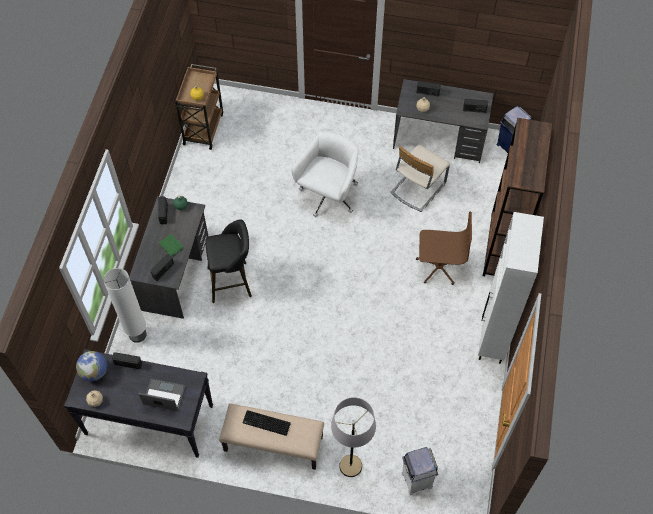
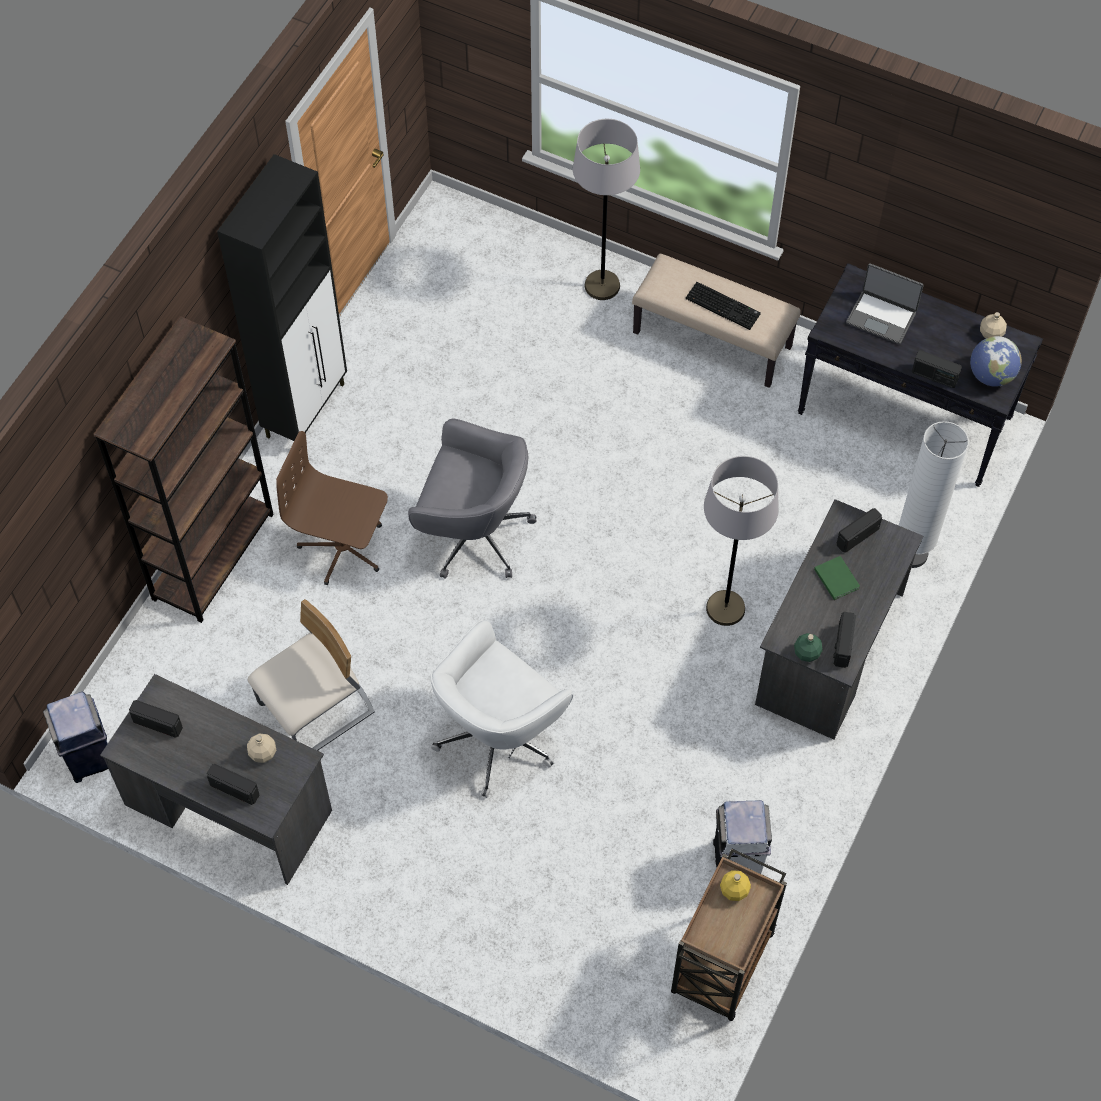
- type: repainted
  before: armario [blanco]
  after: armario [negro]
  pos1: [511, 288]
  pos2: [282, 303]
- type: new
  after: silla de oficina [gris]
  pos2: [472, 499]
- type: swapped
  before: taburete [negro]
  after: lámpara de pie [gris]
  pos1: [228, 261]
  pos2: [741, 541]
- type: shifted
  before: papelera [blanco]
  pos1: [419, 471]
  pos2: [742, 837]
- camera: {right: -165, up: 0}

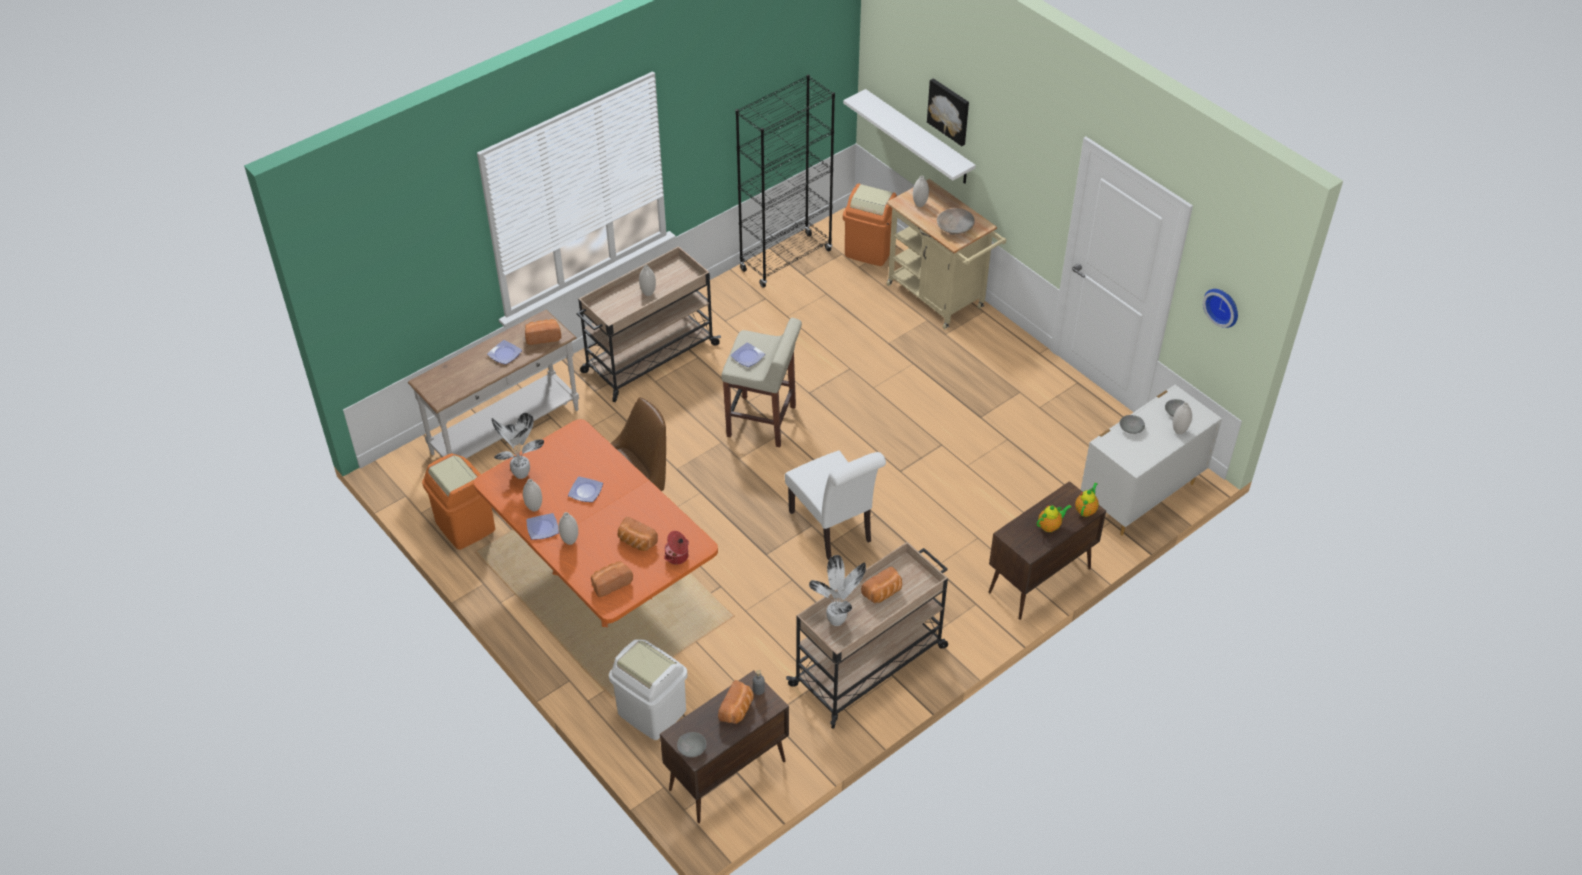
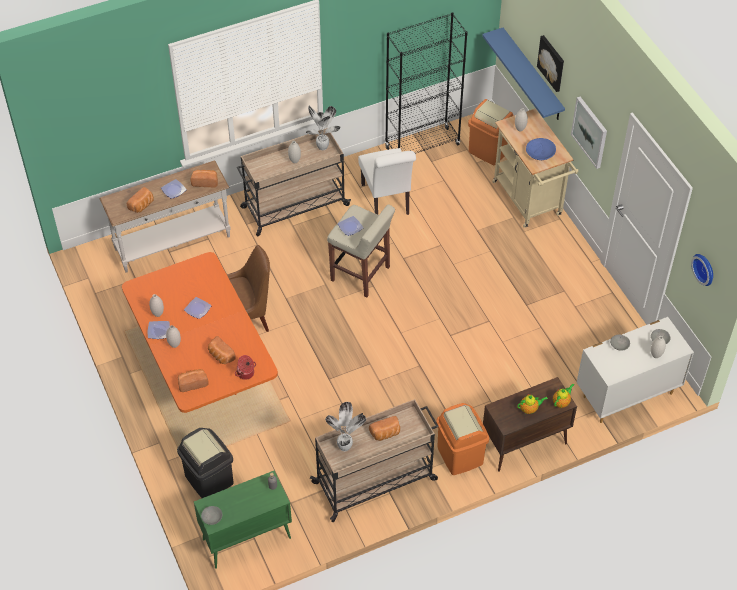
- type: shifted
  before: pan
  pos1: [736, 702]
  pos2: [140, 200]
- type: repainted
  before: papelera [blanco]
  after: papelera [negro]
  pos1: [648, 689]
  pos2: [205, 463]
- type: repainted
  before: armario [marrón]
  after: armario [verde]
  pos1: [724, 746]
  pos2: [243, 519]
- type: shifted
  before: planta en maceta
  pos1: [517, 446]
  pos2: [323, 128]
- type: shifted
  before: silla [blanco]
  pos1: [835, 505]
  pos2: [387, 181]
- type: shifted
  before: papelera [naranja]
  pos1: [458, 502]
  pos2: [462, 439]
- type: repainted
  before: estante [blanco]
  after: estante [azul]
  pos1: [909, 136]
  pos2: [523, 74]
- type: repainted
  before: cuenco [beis]
  after: cuenco [azul]
  pos1: [956, 221]
  pos2: [541, 149]
- type: new
  after: cuadro
  pos2: [589, 133]
- camera: {right: 15, up: 5}

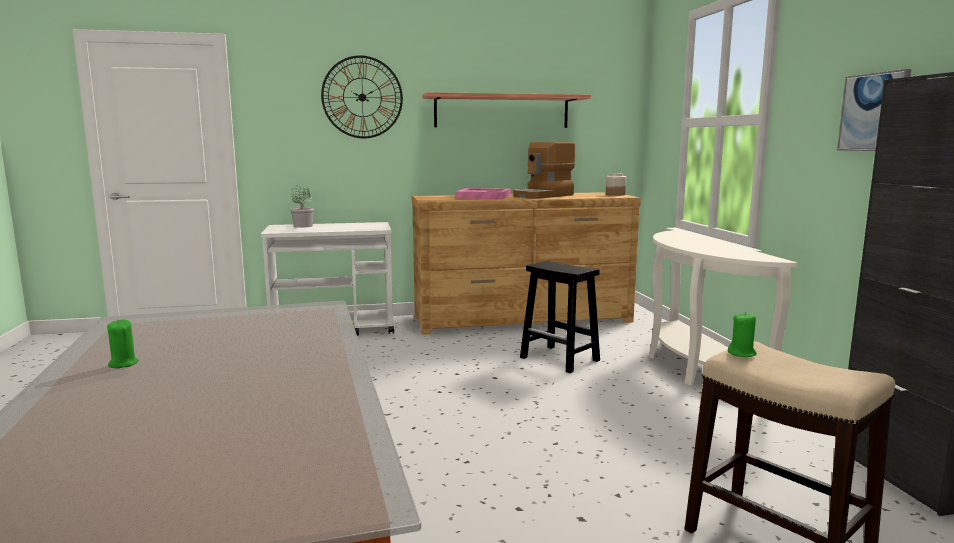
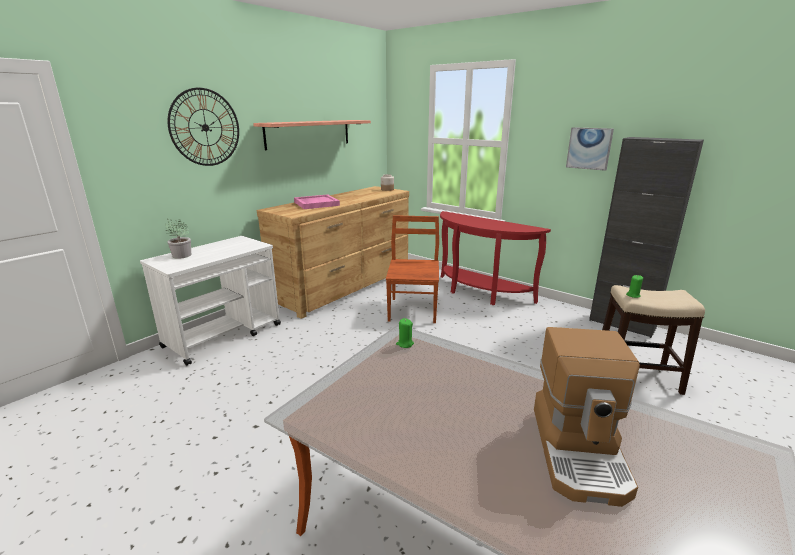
- type: swapped
  before: taburete [negro]
  after: silla [marrón]
  pos1: [560, 317]
  pos2: [412, 269]
- type: shifted
  before: vela [verde]
  pos1: [122, 343]
  pos2: [405, 333]
- type: repainted
  before: mesa consola [blanco]
  after: mesa consola [rojo]
  pos1: [723, 308]
  pos2: [495, 258]
- type: shifted
  before: cafetera
  pos1: [544, 170]
  pos2: [587, 417]
- camera: {right: -40, up: 10}

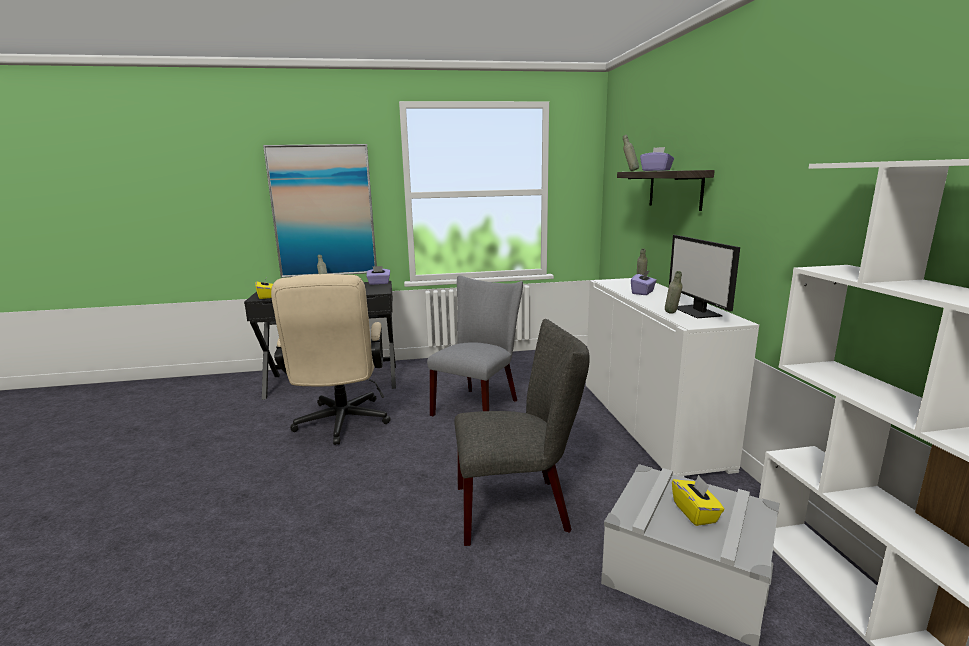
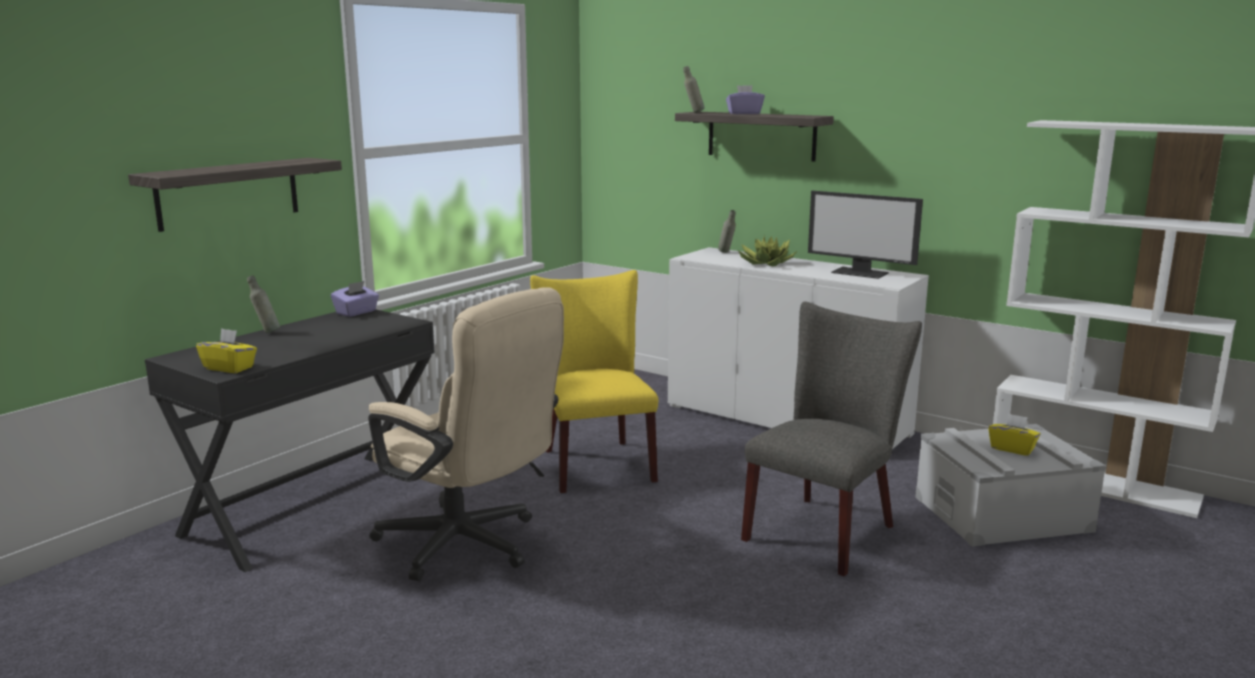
- type: swapped
  before: cuadro
  after: estante
  pos1: [320, 211]
  pos2: [235, 195]
- type: repainted
  before: silla [gris]
  after: silla [amarillo]
  pos1: [475, 345]
  pos2: [594, 381]
- type: swapped
  before: caja de pañuelos [morado]
  after: planta en maceta
  pos1: [644, 282]
  pos2: [767, 250]
- type: gone
  before: botella [gris]
  pos1: [674, 292]
- camera: {right: -45, up: 0}

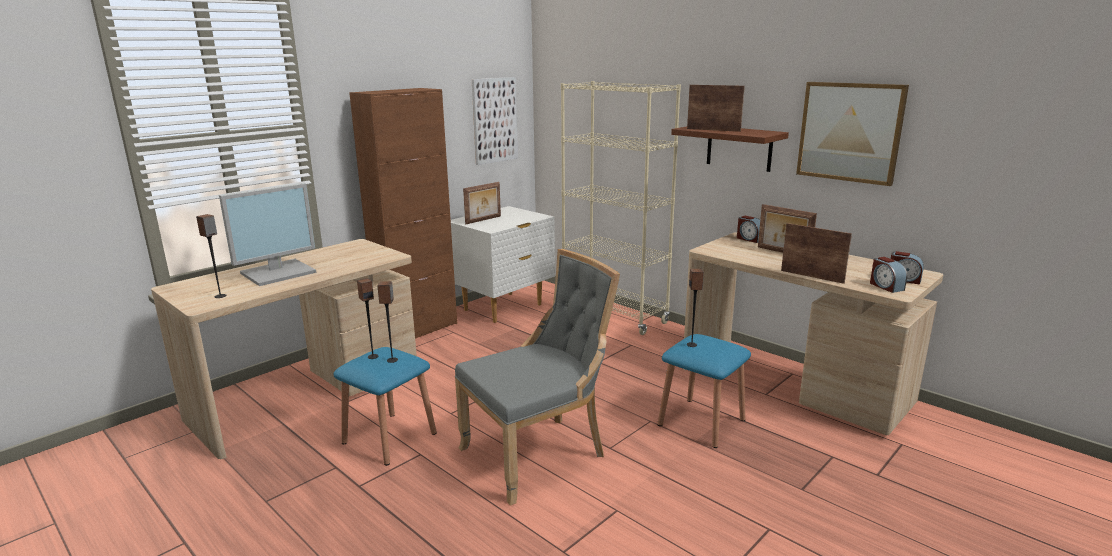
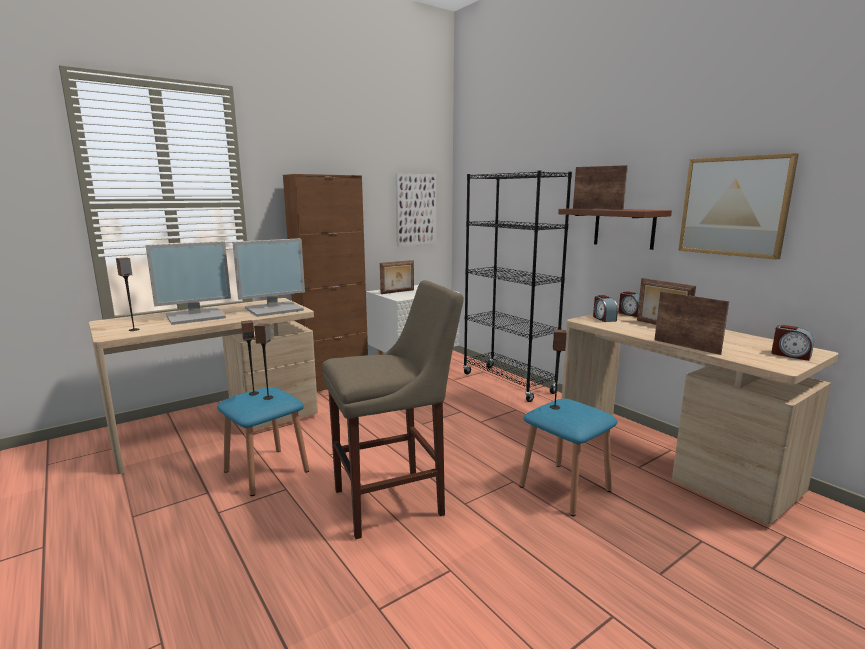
- type: new
  after: monitor
  pos2: [268, 277]
- type: swapped
  before: silla [gris]
  after: taburete [beis]
  pos1: [537, 377]
  pos2: [393, 409]
- type: repainted
  before: estantería [beis]
  after: estantería [negro]
  pos1: [621, 208]
  pos2: [517, 286]
- type: shifted
  before: despertador
  pos1: [888, 275]
  pos2: [605, 308]
- camera: {right: 10, up: -5}

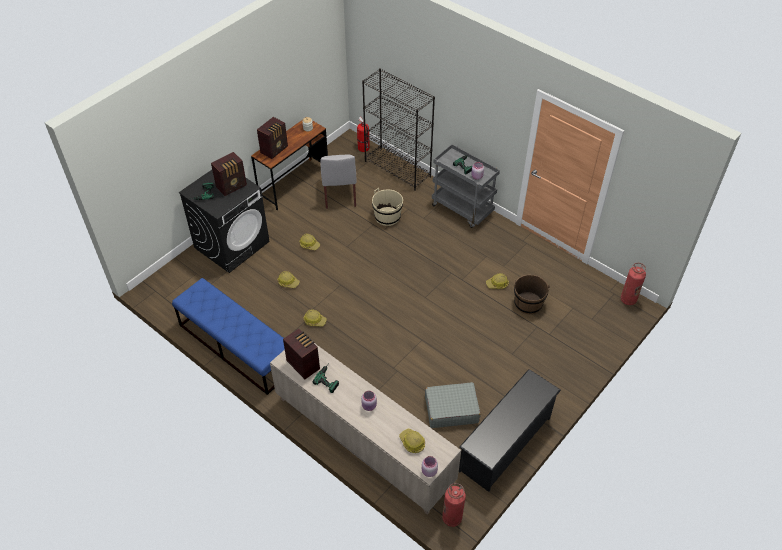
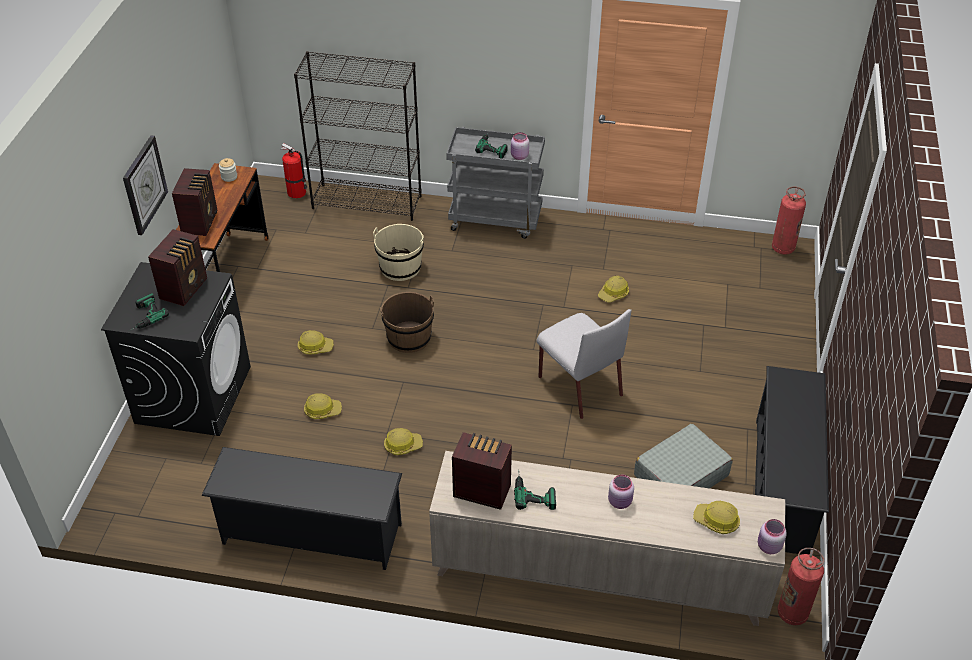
- type: new
  after: reloj de pared
  pos2: [145, 185]
- type: swapped
  before: banco [azul]
  after: zapatero [negro]
  pos1: [228, 336]
  pos2: [302, 508]
- type: shifted
  before: cubo [marrón]
  pos1: [532, 294]
  pos2: [407, 322]
- type: shifted
  before: silla [gris]
  pos1: [338, 182]
  pos2: [584, 364]
- camera: {right: -30, up: -5}

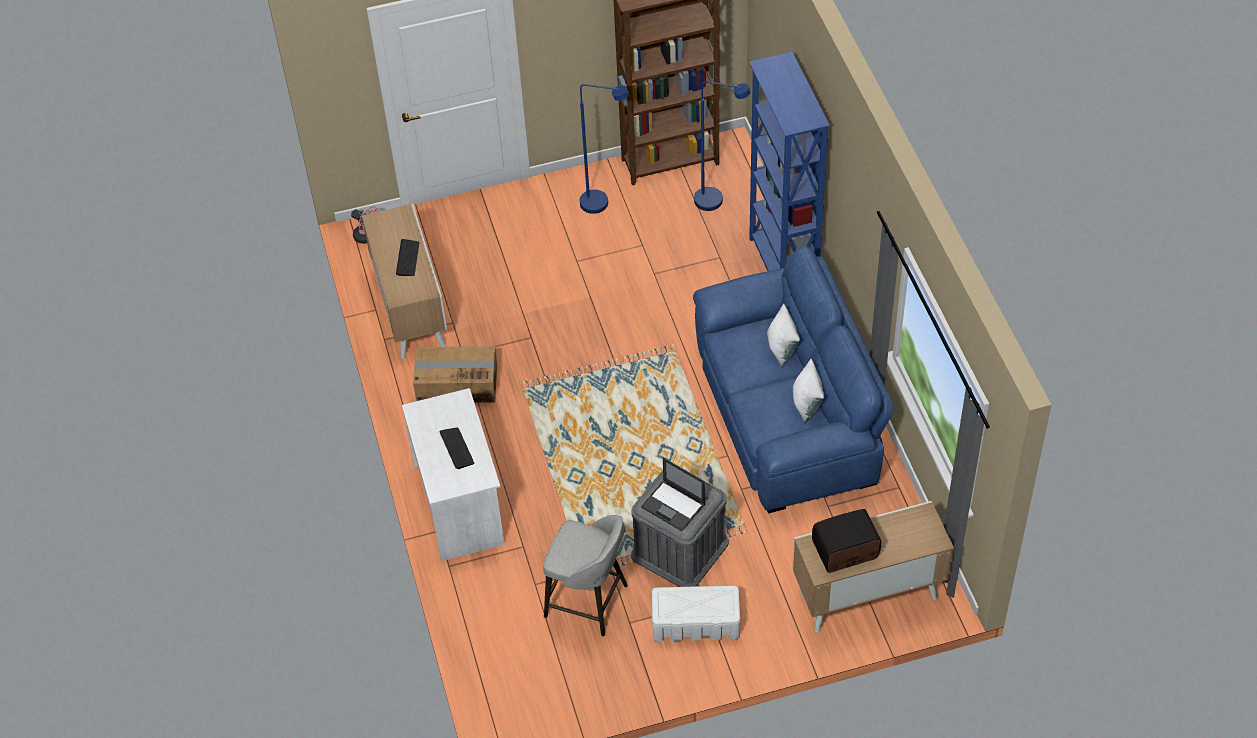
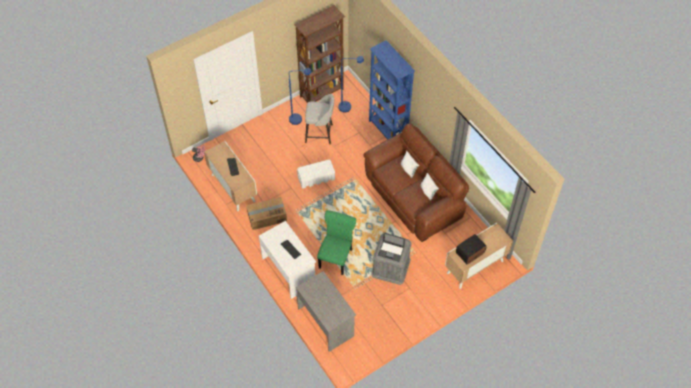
- type: new
  after: escritorio [gris]
  pos2: [326, 311]
- type: shifted
  before: caja de almacenaje [blanco]
  pos1: [696, 613]
  pos2: [316, 174]
- type: shifted
  before: taburete [gris]
  pos1: [585, 575]
  pos2: [319, 119]
- type: new
  after: silla [verde]
  pos2: [336, 242]
- type: repainted
  before: sofá [azul]
  after: sofá [marrón]
  pos1: [793, 380]
  pos2: [416, 183]
- camera: {right: -20, up: 5}

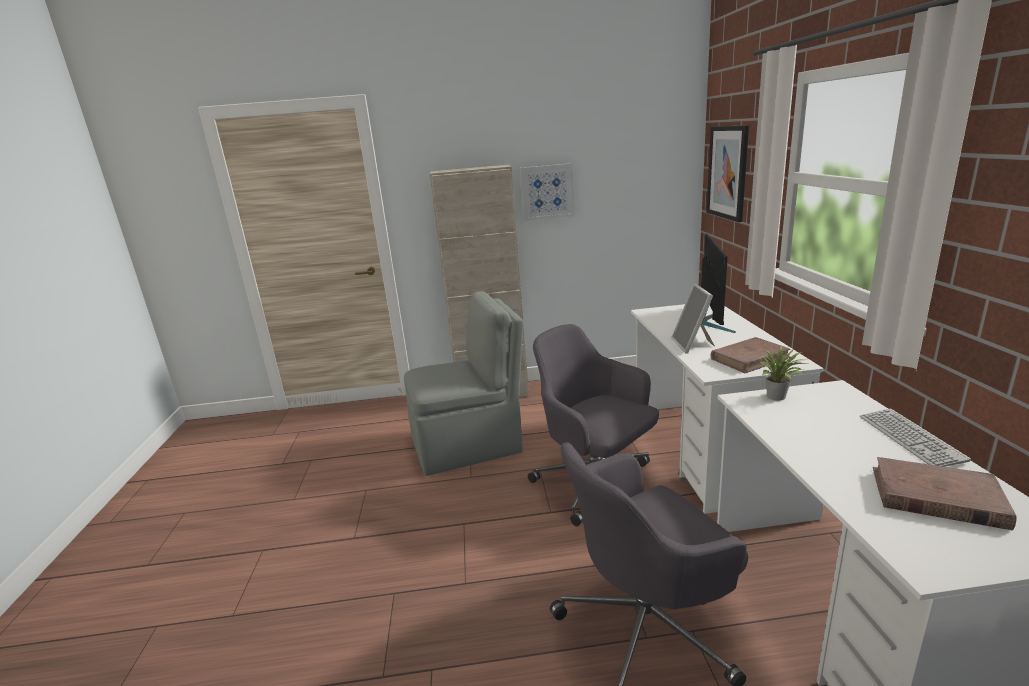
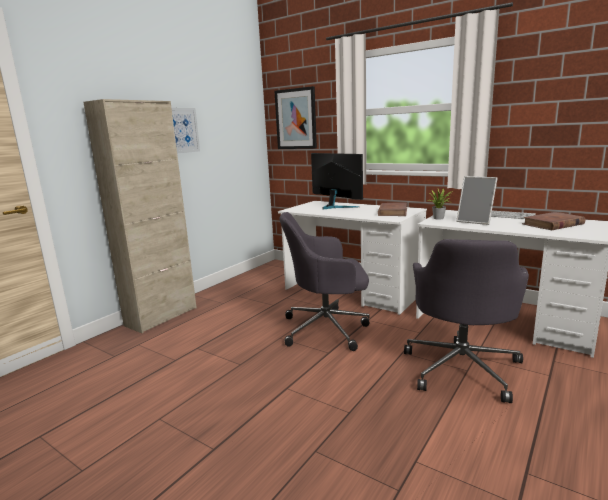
- type: shifted
  before: portarretratos
  pos1: [693, 319]
  pos2: [477, 200]
- type: gone
  before: silla [gris]
  pos1: [464, 383]
- camera: {right: -50, up: -5}

